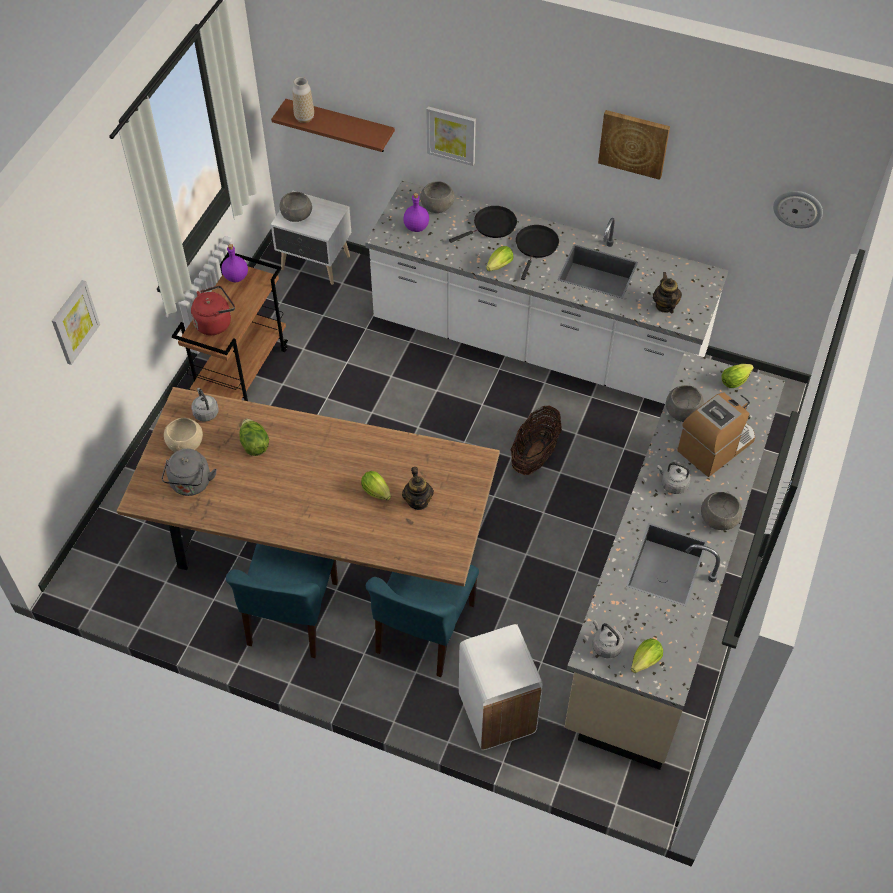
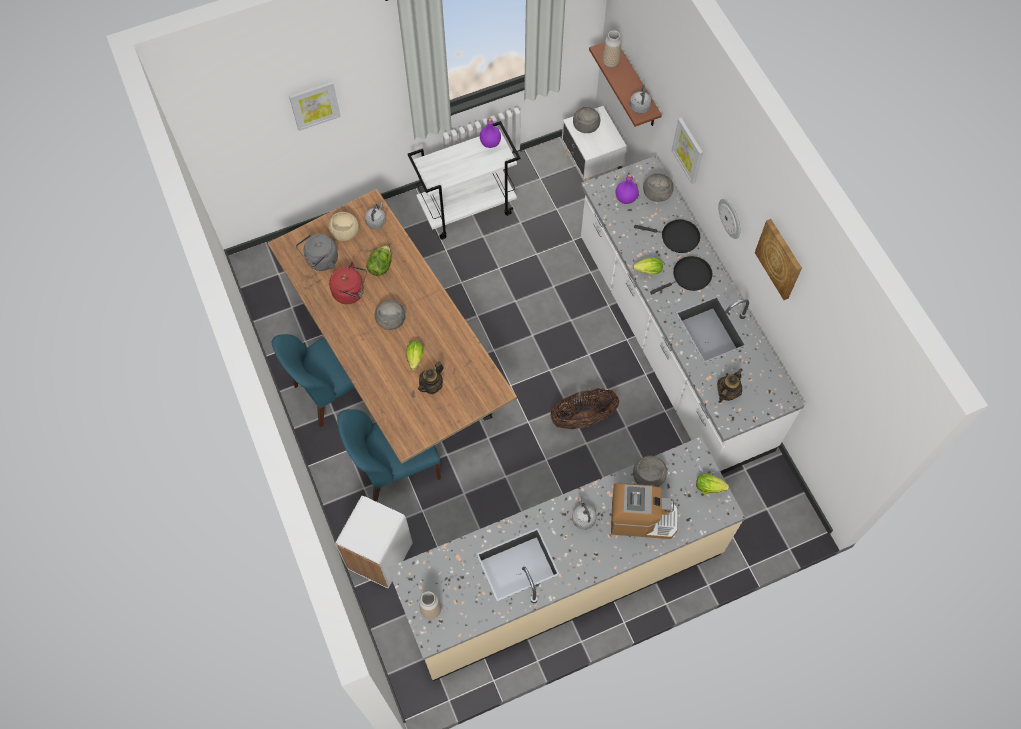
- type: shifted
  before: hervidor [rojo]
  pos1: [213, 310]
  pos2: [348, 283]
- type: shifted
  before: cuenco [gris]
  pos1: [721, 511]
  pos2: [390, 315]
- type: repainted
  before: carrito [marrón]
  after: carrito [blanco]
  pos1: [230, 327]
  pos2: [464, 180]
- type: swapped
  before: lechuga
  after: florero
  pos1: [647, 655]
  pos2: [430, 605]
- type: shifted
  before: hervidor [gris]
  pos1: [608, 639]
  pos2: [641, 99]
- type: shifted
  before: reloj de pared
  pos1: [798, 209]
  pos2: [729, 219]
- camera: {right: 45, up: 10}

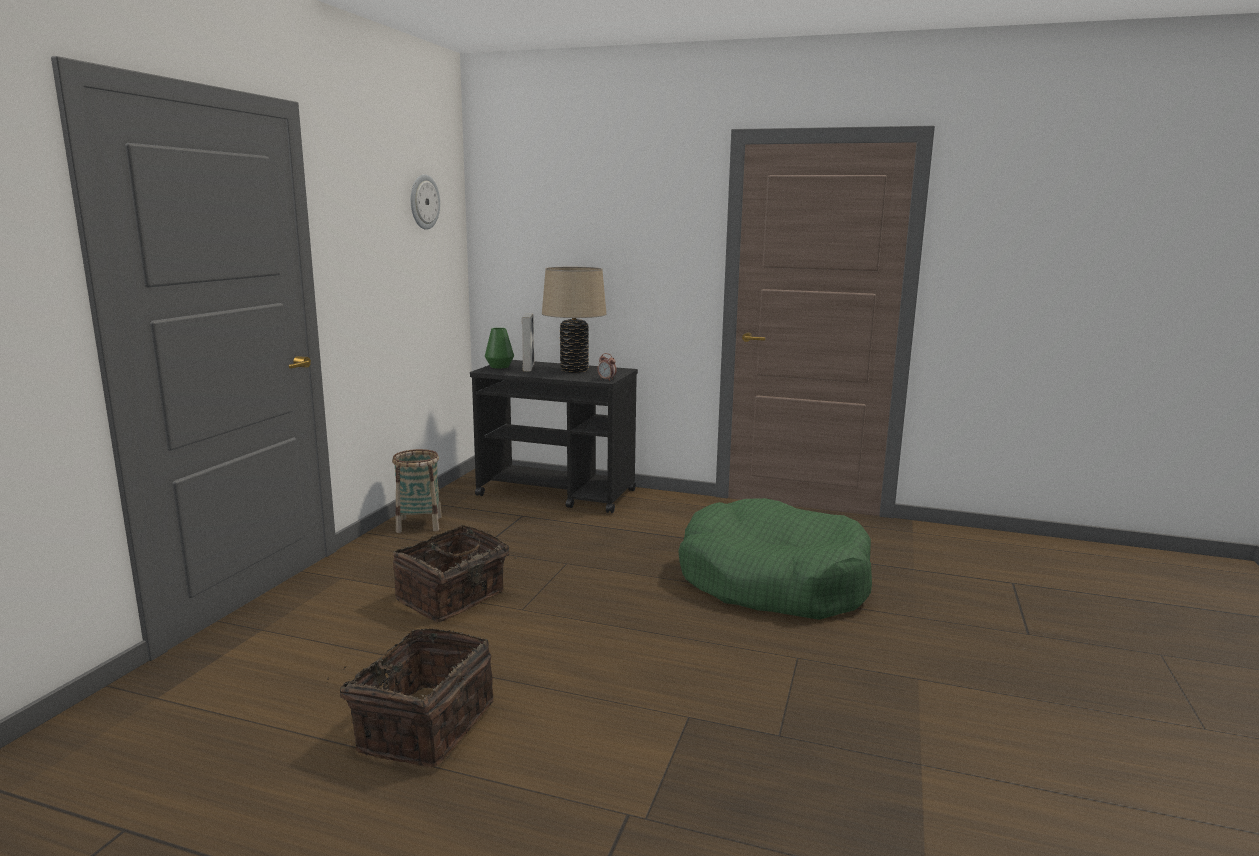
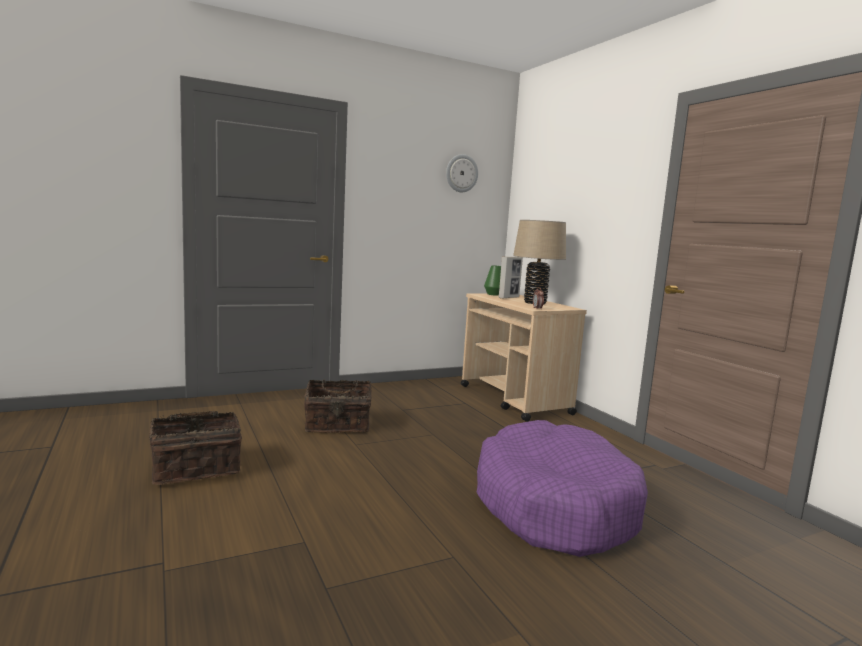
- type: repainted
  before: carrito [negro]
  after: carrito [beis]
  pos1: [554, 436]
  pos2: [524, 357]
- type: repainted
  before: cama para perro [verde]
  after: cama para perro [morado]
  pos1: [775, 559]
  pos2: [562, 488]
- type: gone
  before: cesta
  pos1: [417, 491]
- camera: {right: 45, up: -5}

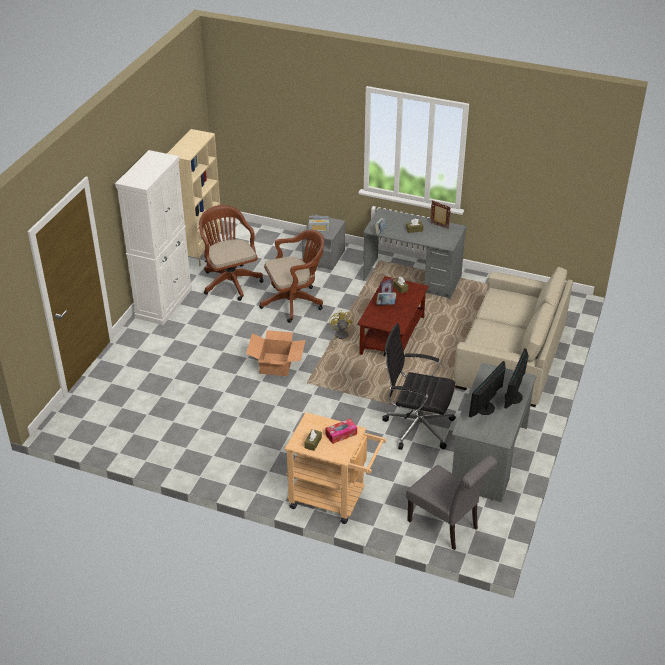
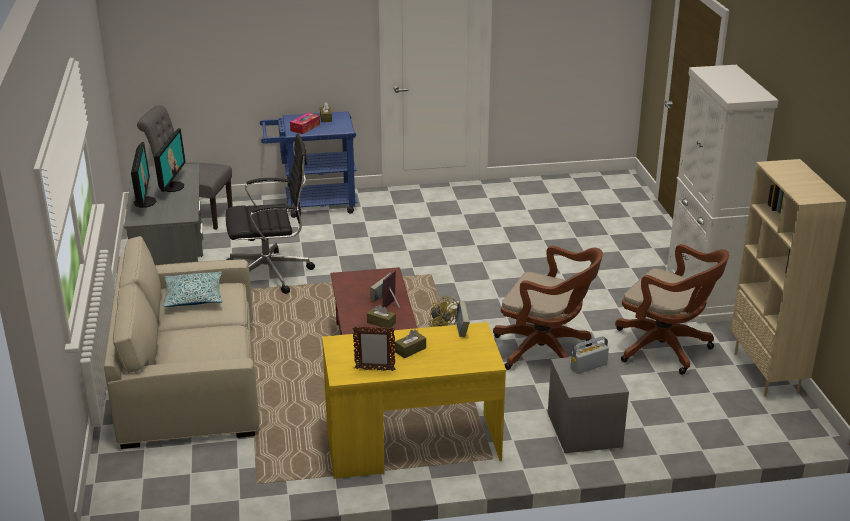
- type: new
  after: cojín
  pos2: [192, 289]
- type: repainted
  before: carrito [beis]
  after: carrito [azul]
  pos1: [335, 468]
  pos2: [309, 164]
- type: repainted
  before: escritorio [gris]
  after: escritorio [amarillo]
  pos1: [414, 254]
  pos2: [414, 400]
- type: rotated
  before: silla de oficina [marrón]
  pos1: [291, 276]
  pos2: [548, 308]
  turn: -105
- type: gone
  before: caja de cartón
  pos1: [276, 353]
- camera: {right: 150, up: -10}

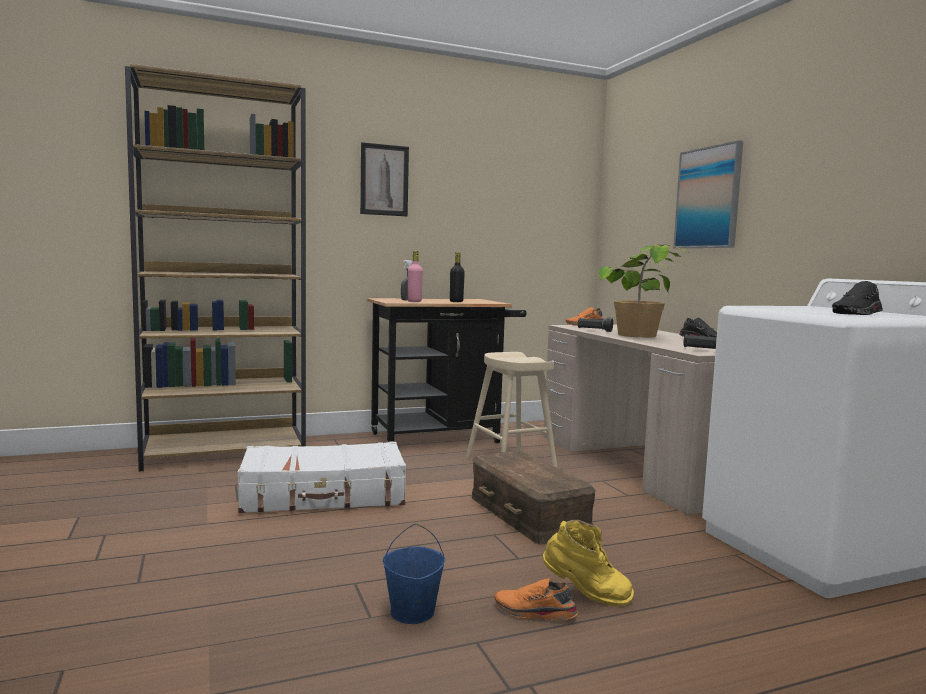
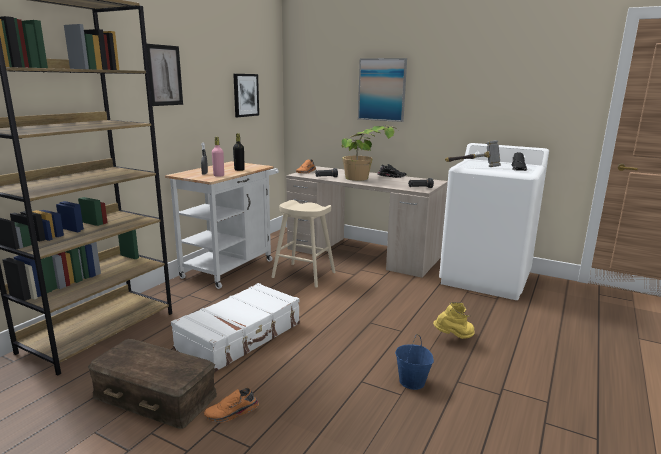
- type: shifted
  before: caja de almacenaje [marrón]
  pos1: [534, 497]
  pos2: [152, 384]
- type: repainted
  before: carrito [negro]
  after: carrito [blanco]
  pos1: [446, 370]
  pos2: [222, 225]
- type: shifted
  before: zapato [naranja]
  pos1: [536, 599]
  pos2: [231, 405]
- type: new
  after: cuadro
  pos2: [246, 95]
- type: new
  after: martillo
  pos2: [473, 153]
- camera: {right: -40, up: 10}

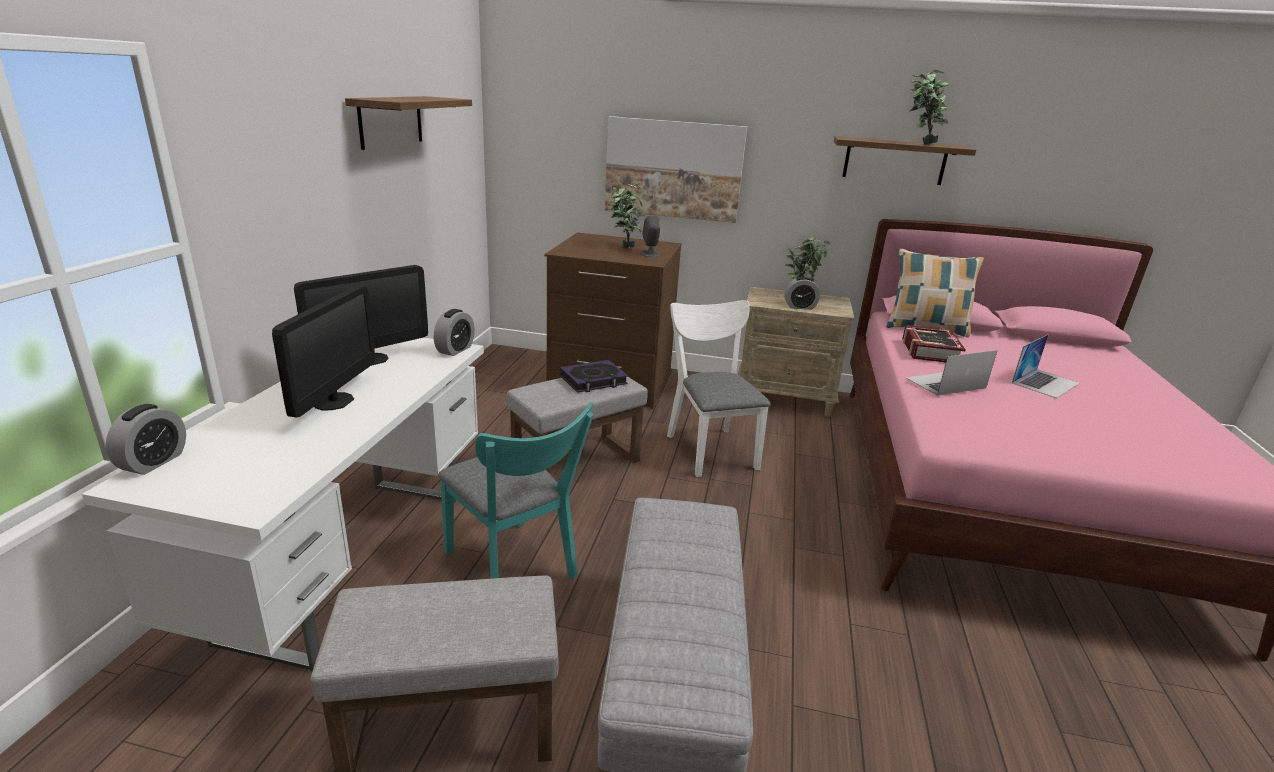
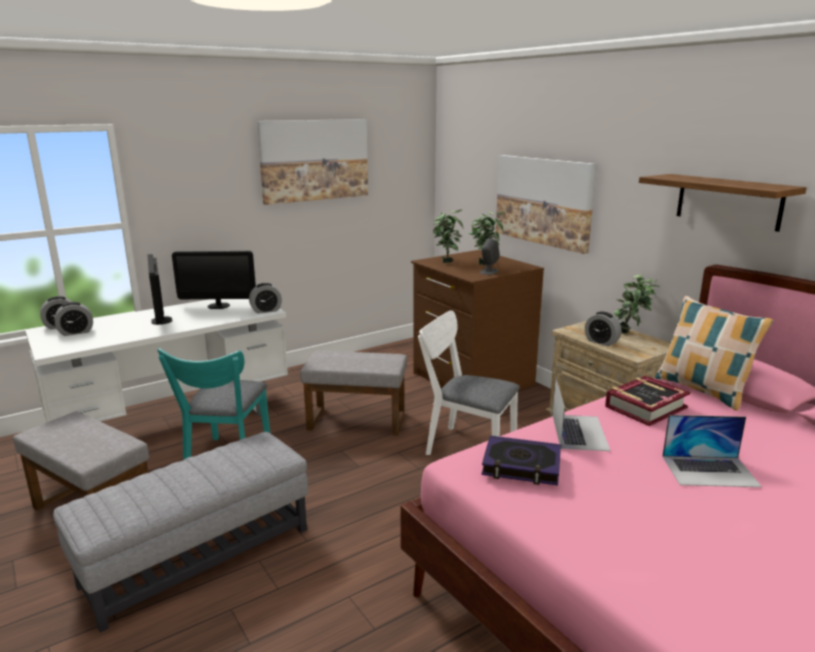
- type: new
  after: despertador
  pos2: [74, 319]
- type: rotated
  before: monitor
  pos1: [323, 352]
  pos2: [159, 289]
  turn: 105
- type: swapped
  before: estante
  after: cuadro
  pos1: [408, 123]
  pos2: [312, 162]
- type: rotated
  before: silla [blanco]
  pos1: [718, 388]
  pos2: [469, 382]
  turn: -90
- type: shifted
  before: planta en maceta
  pos1: [929, 107]
  pos2: [447, 236]
- type: shifted
  before: libro
  pos1: [594, 376]
  pos2: [521, 460]
- type: rotated
  before: portátil
  pos1: [951, 373]
  pos2: [581, 415]
  turn: 75
- camera: {right: 45, up: -5}

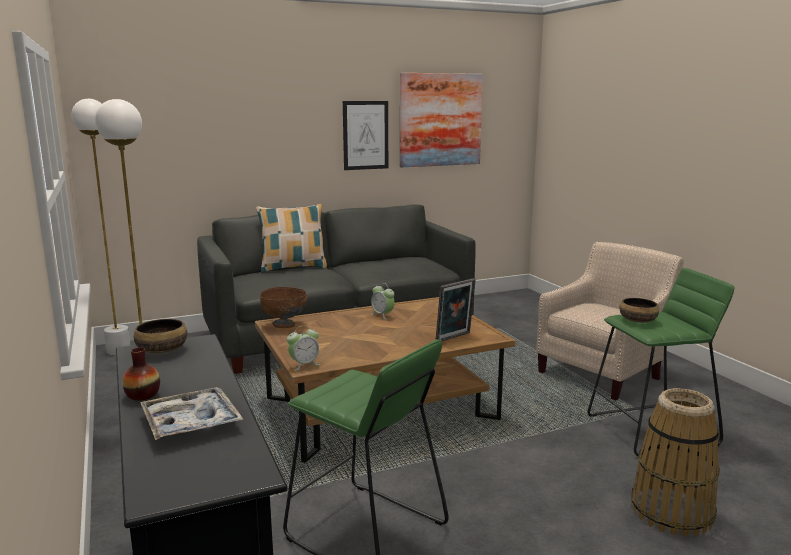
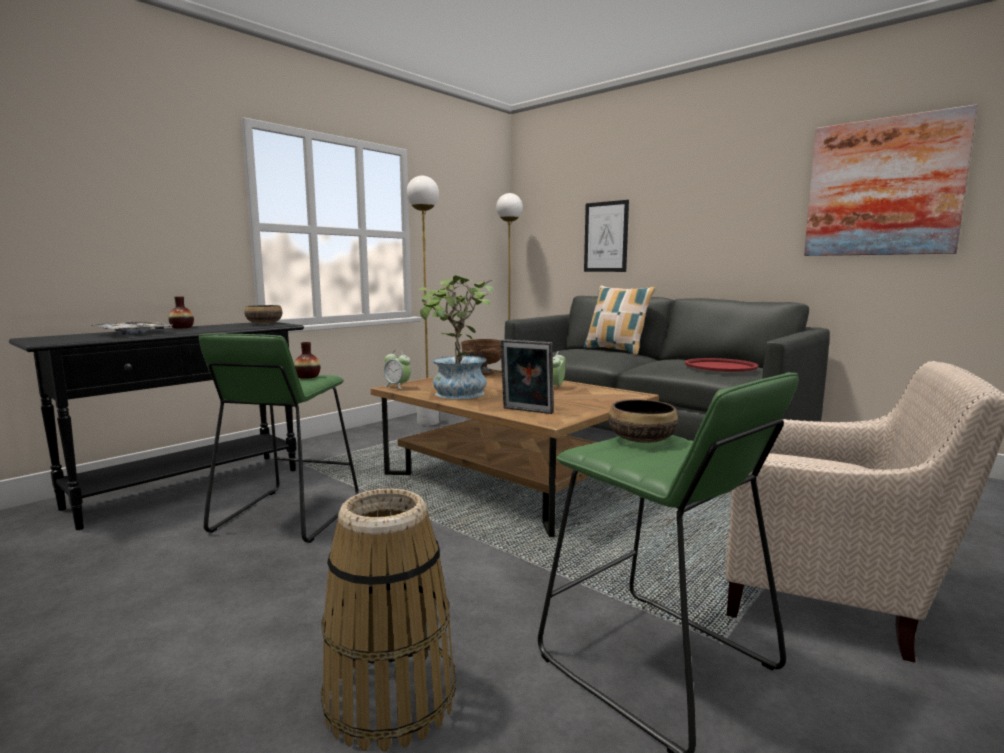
- type: new
  after: florero
  pos2: [307, 360]
- type: new
  after: planta en maceta
  pos2: [456, 337]
- type: shifted
  before: cuadro
  pos1: [365, 135]
  pos2: [606, 236]
- type: new
  after: bandeja [rojo]
  pos2: [721, 365]
- camera: {right: 65, up: -5}

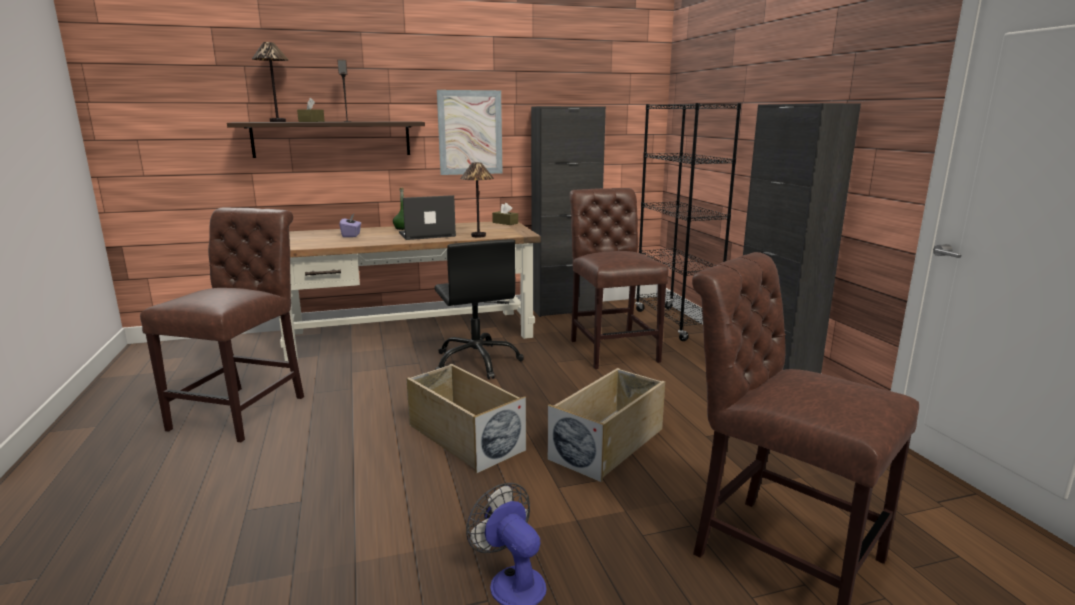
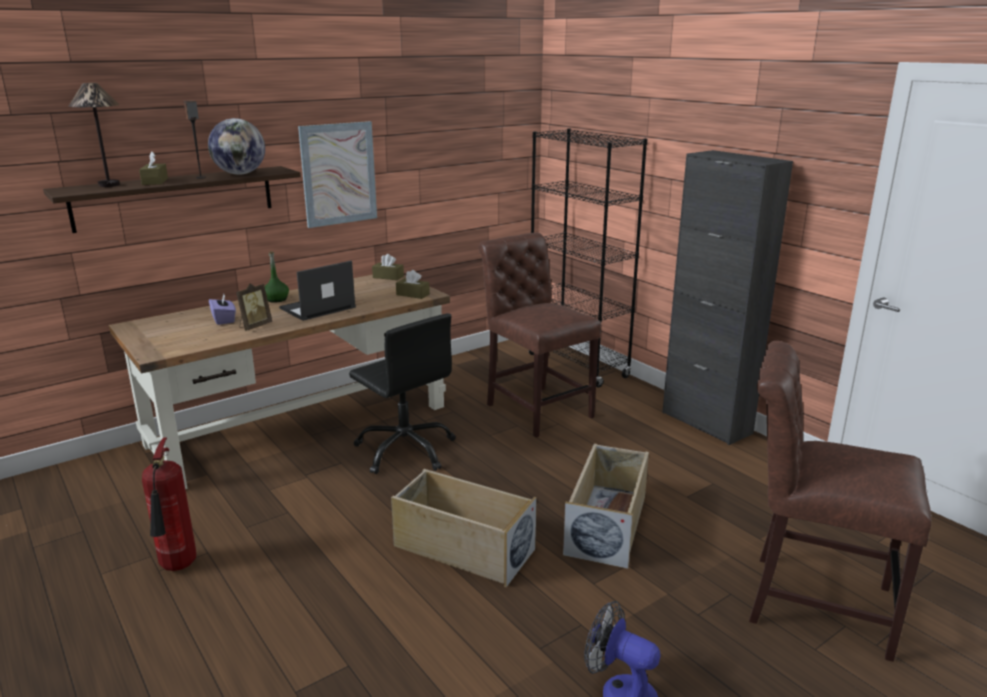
- type: swapped
  before: silla [marrón]
  after: extintor
  pos1: [222, 324]
  pos2: [169, 504]
- type: new
  after: globo terráqueo
  pos2: [236, 146]
- type: new
  after: portarretratos
  pos2: [254, 307]
- type: new
  after: caja de pañuelos [marrón]
  pos2: [413, 284]
- type: gone
  before: lámpara de mesa
  pos1: [477, 200]
- type: gone
  before: armario [negro]
  pos1: [568, 211]
- camera: {right: -20, up: 5}

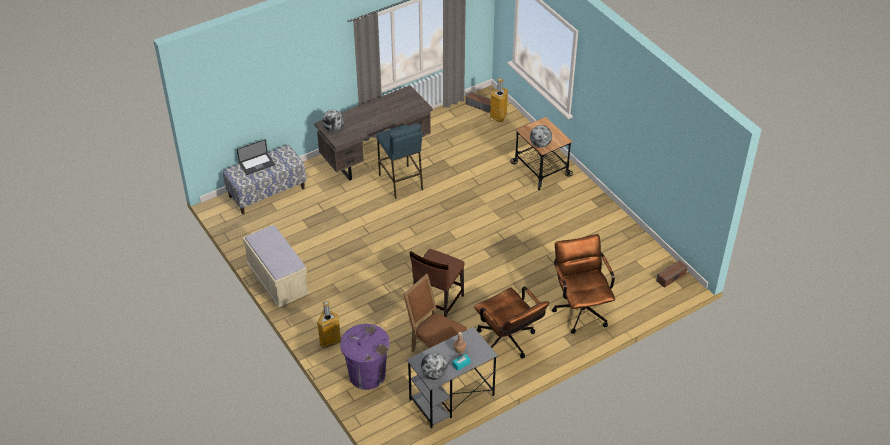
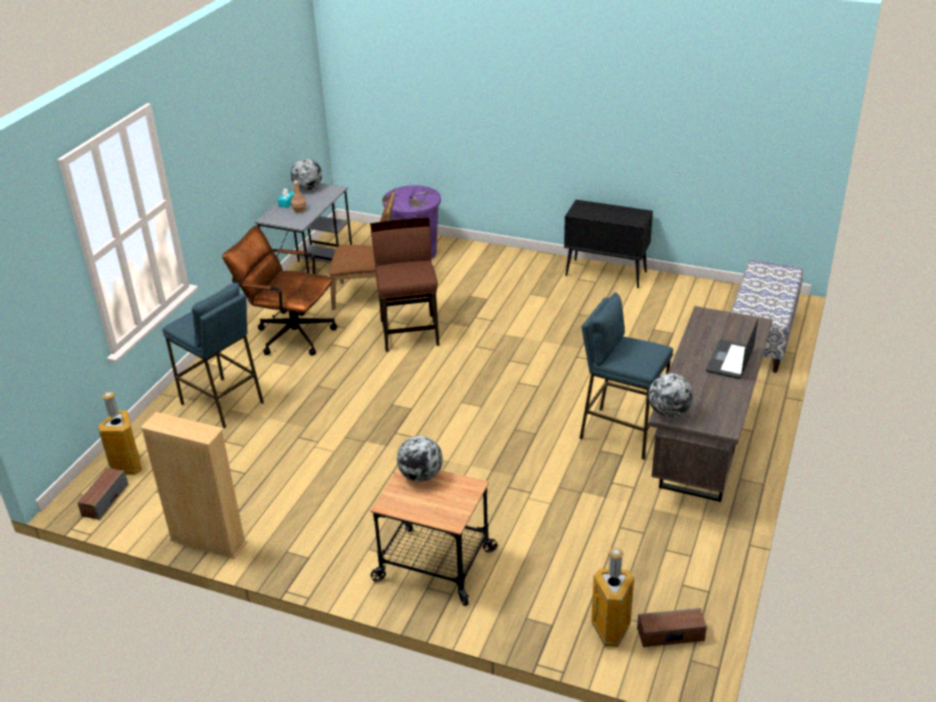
- type: shifted
  before: papelera
  pos1: [329, 325]
  pos2: [119, 433]
- type: new
  after: estantería [beis]
  pos2: [193, 485]
- type: swapped
  before: silla de oficina [marrón]
  after: taburete [azul]
  pos1: [583, 284]
  pos2: [213, 355]
- type: swapped
  before: banco [beis]
  after: armario [negro]
  pos1: [276, 266]
  pos2: [608, 244]
- type: shifted
  before: globo terráqueo
  pos1: [333, 121]
  pos2: [670, 395]
- type: shifted
  before: portátil
  pos1: [256, 157]
  pos2: [732, 348]
- camera: {right: 145, up: -10}

